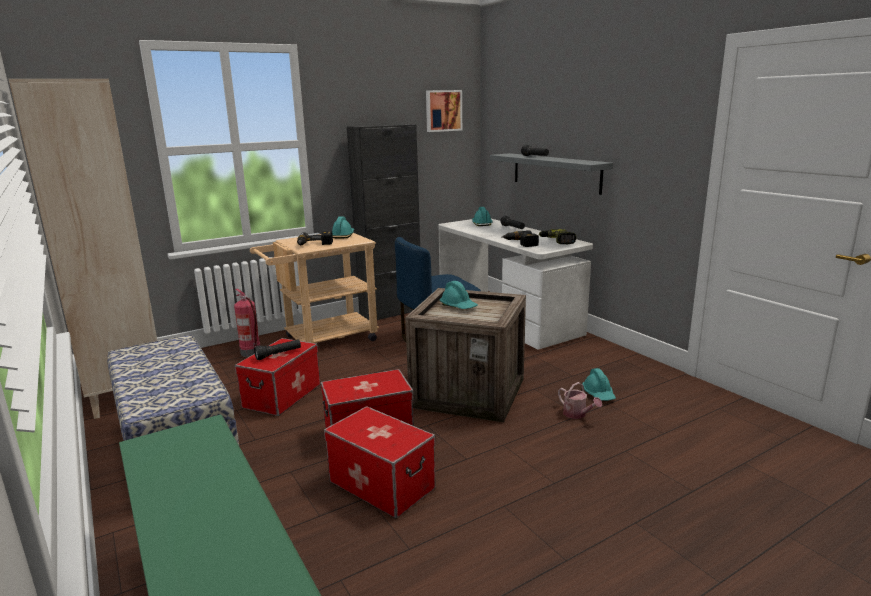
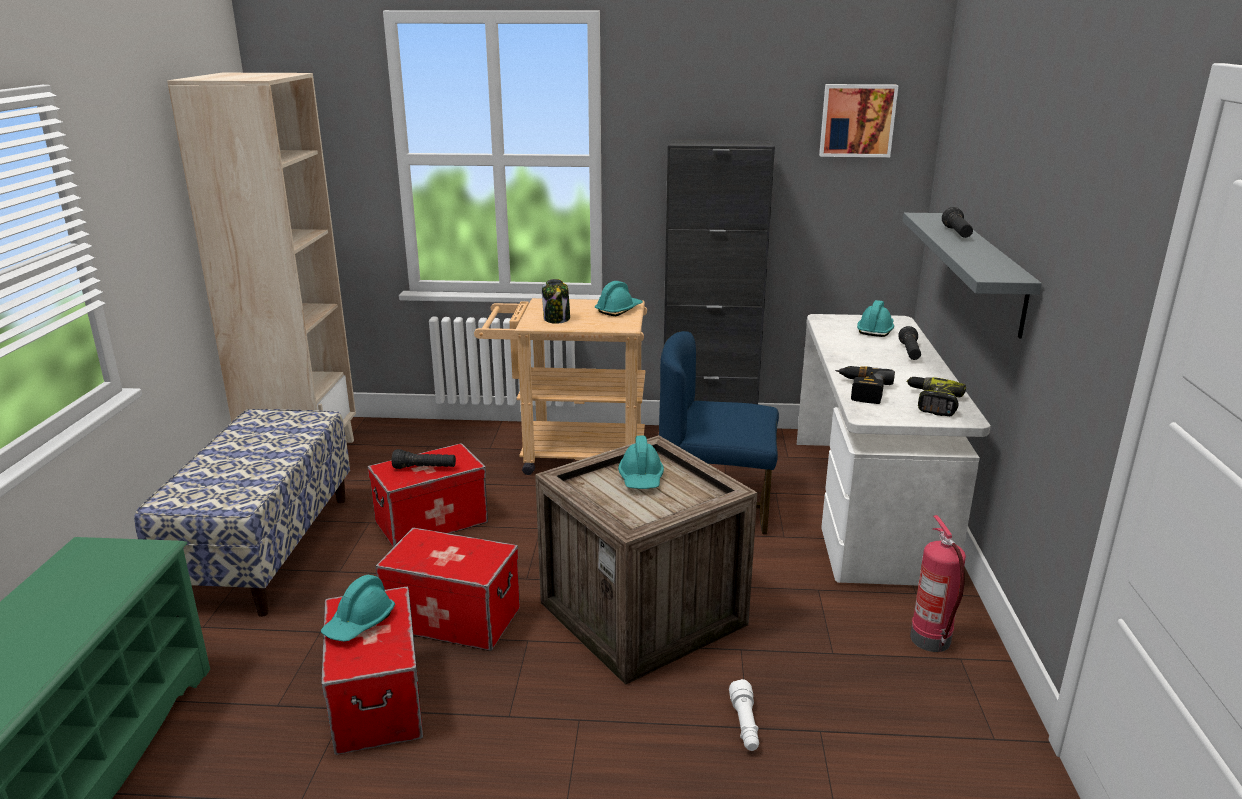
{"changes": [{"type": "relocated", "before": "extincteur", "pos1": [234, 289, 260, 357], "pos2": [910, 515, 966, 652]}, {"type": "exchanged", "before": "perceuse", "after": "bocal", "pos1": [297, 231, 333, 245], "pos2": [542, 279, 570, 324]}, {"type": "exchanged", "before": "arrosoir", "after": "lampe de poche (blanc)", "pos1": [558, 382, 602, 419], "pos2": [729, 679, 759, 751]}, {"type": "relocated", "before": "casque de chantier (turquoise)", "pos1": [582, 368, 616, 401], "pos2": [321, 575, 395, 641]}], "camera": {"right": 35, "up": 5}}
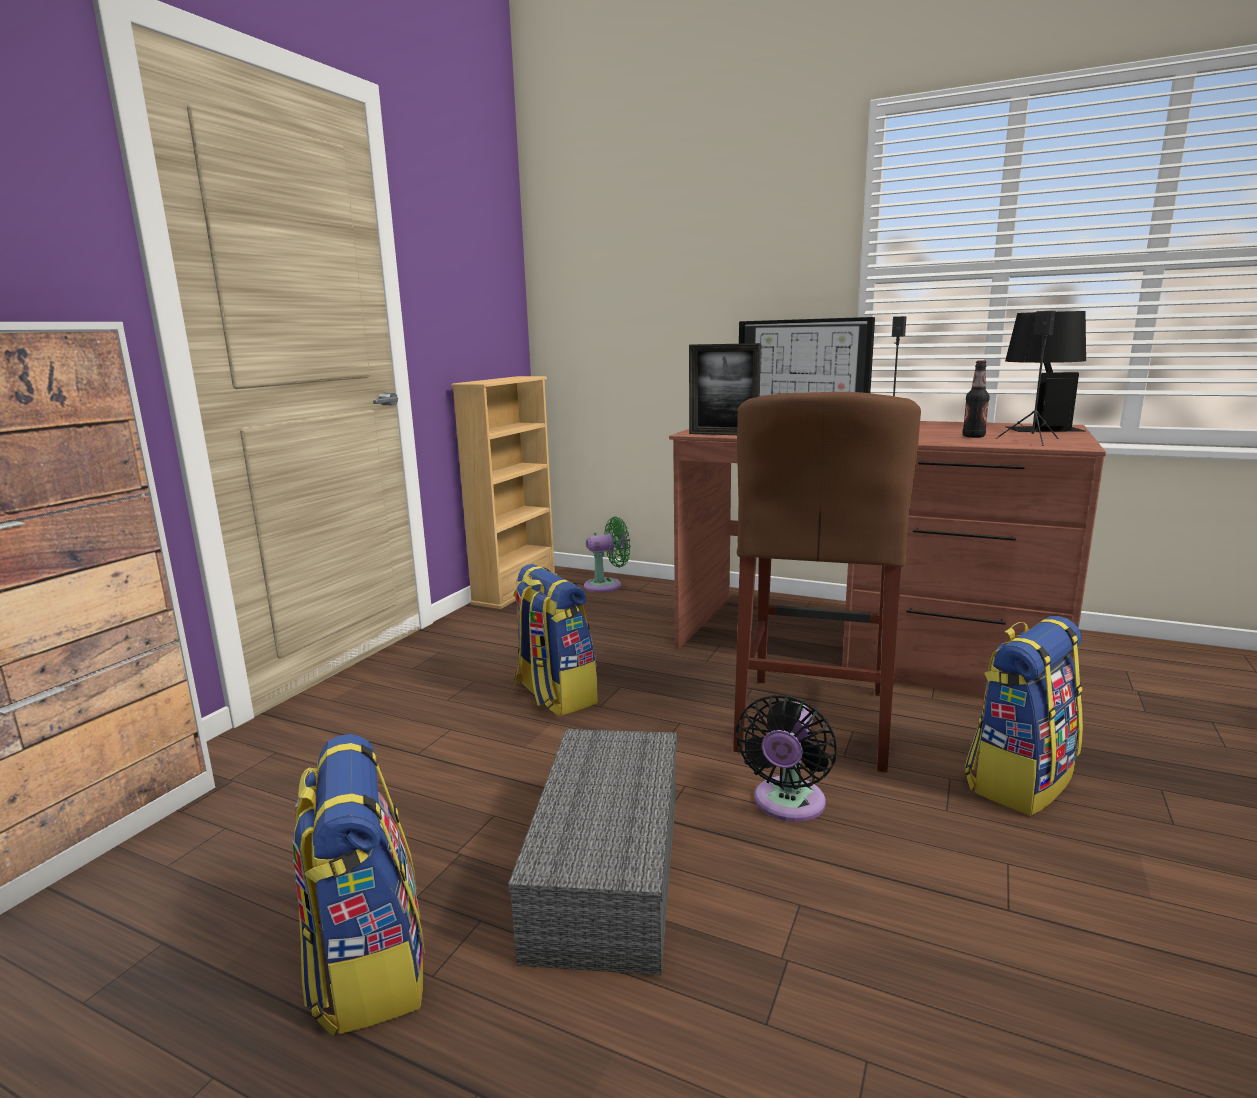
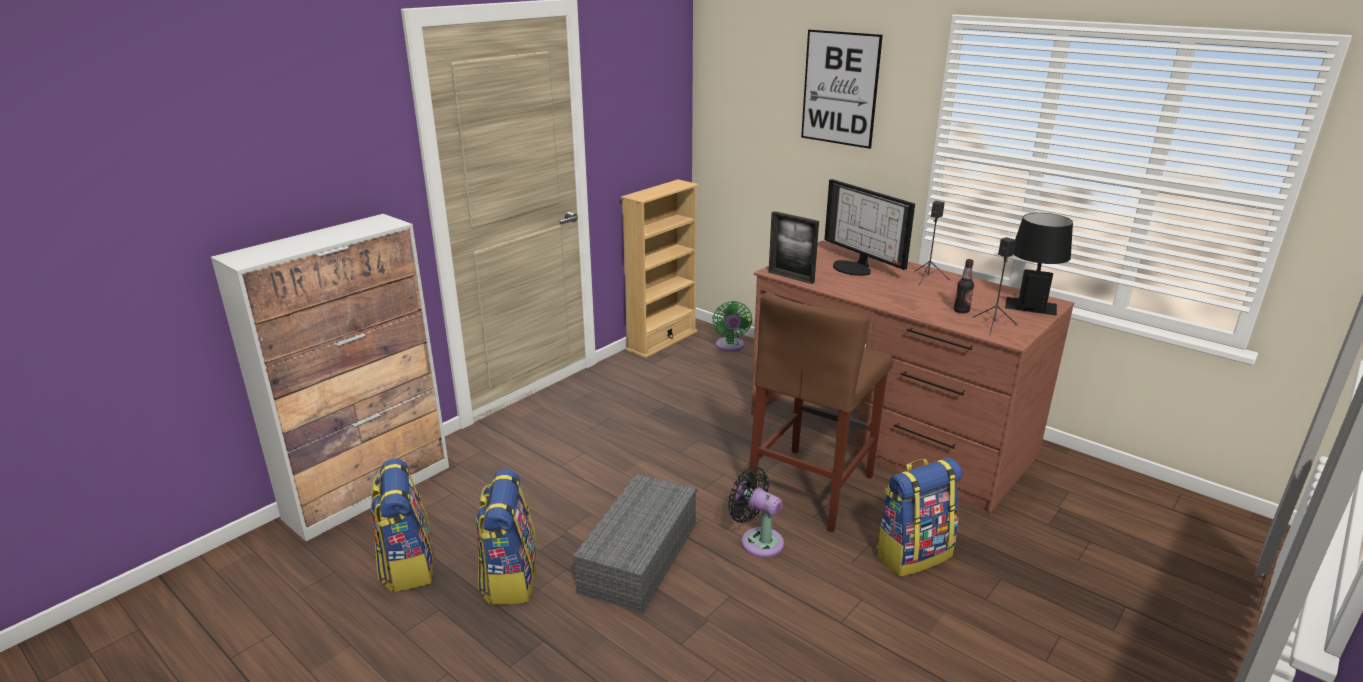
{"changes": [{"type": "relocated", "before": "sac à dos", "pos1": [513, 564, 598, 716], "pos2": [370, 459, 433, 592]}, {"type": "spun", "before": "ventilateur (vert)", "pos1": [584, 516, 630, 593], "pos2": [712, 301, 752, 352], "turn": 90}, {"type": "spun", "before": "ventilateur (noir)", "pos1": [736, 694, 837, 822], "pos2": [728, 467, 784, 558], "turn": 90}, {"type": "appeared", "after": "tableau", "pos2": [801, 29, 883, 149]}], "camera": {"right": 15, "up": 10}}
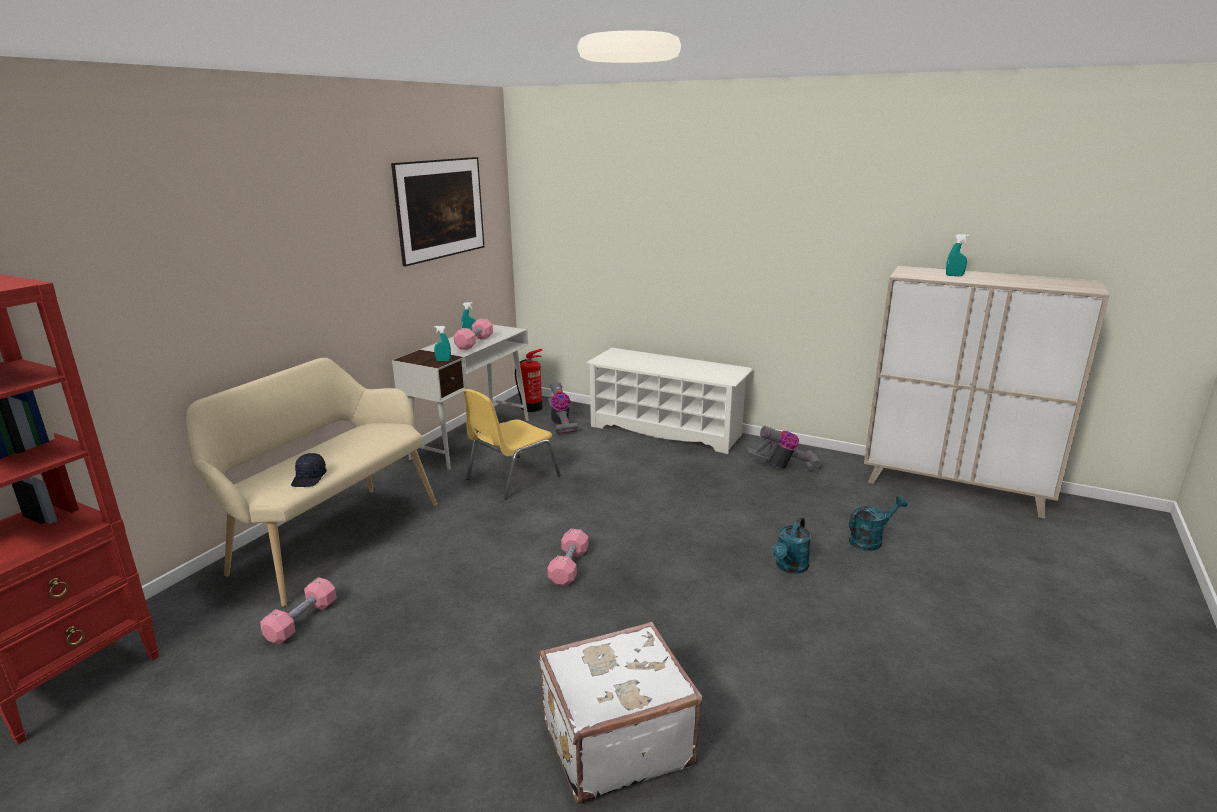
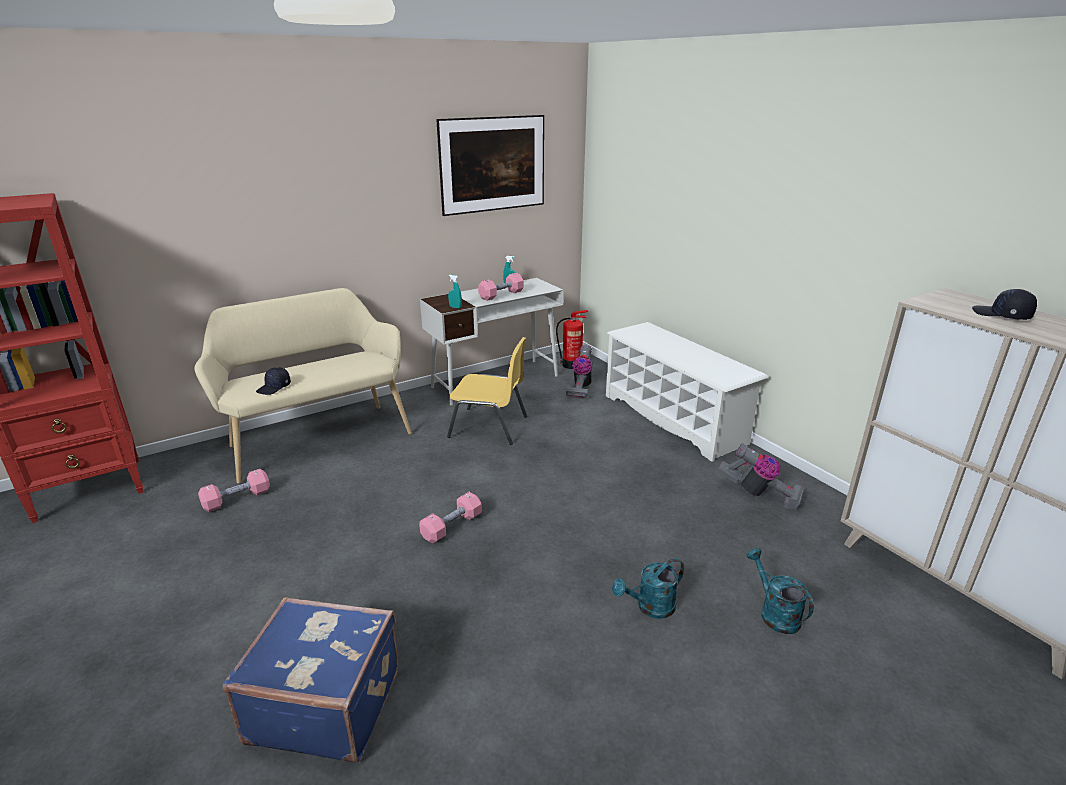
{"changes": [{"type": "spun", "before": "chaise (jaune)", "pos1": [463, 389, 561, 499], "pos2": [447, 337, 527, 445], "turn": -150}, {"type": "colour", "before": "valise (blanc)", "after": "valise (bleu)", "pos1": [539, 622, 702, 804], "pos2": [223, 597, 398, 763]}, {"type": "spun", "before": "arrosoir (turquoise)", "pos1": [849, 495, 908, 551], "pos2": [747, 548, 814, 634], "turn": -120}, {"type": "exchanged", "before": "vaporisateur (turquoise)", "after": "casquette (noir)", "pos1": [946, 234, 969, 276], "pos2": [972, 289, 1037, 320]}], "camera": {"right": 30, "up": 5}}
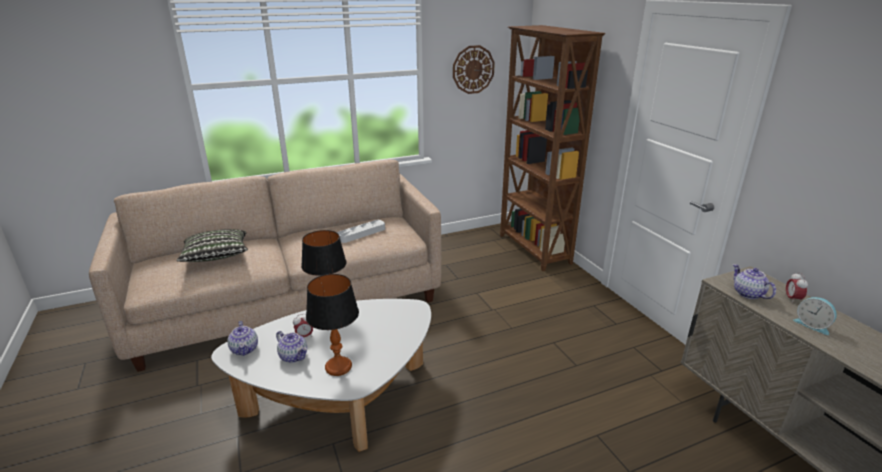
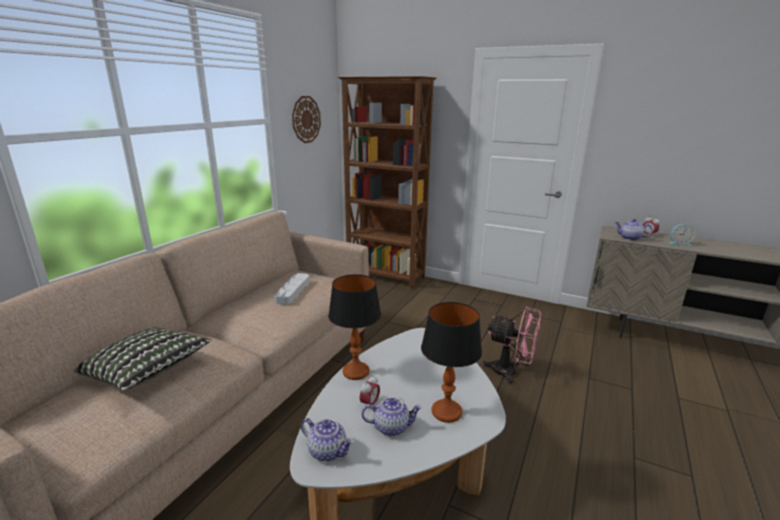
{"changes": [{"type": "appeared", "after": "ventilateur (rose)", "pos2": [482, 306, 541, 384]}], "camera": {"right": -40, "up": -5}}
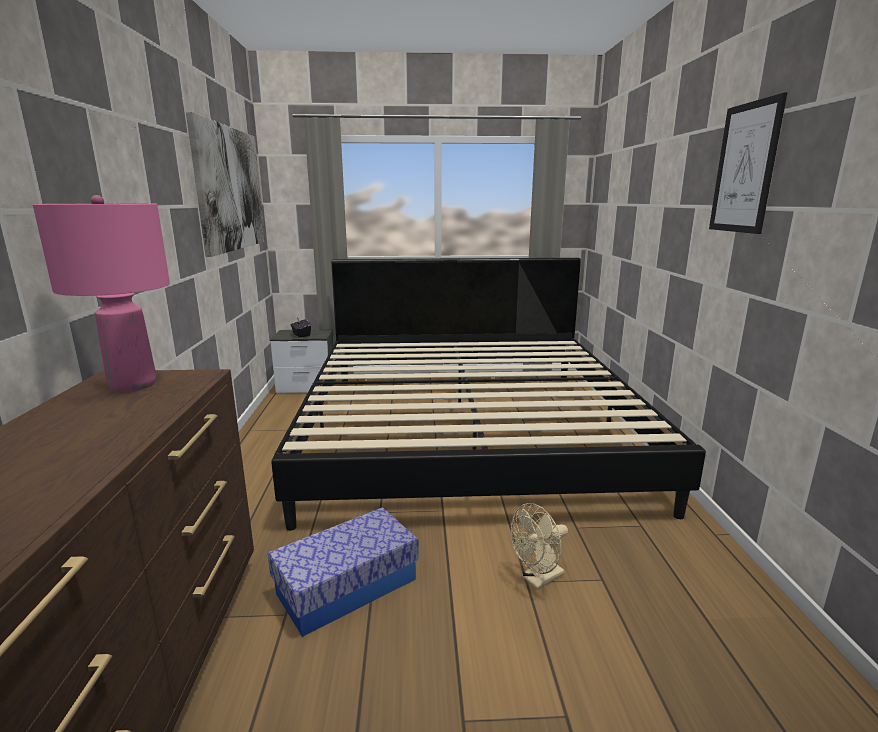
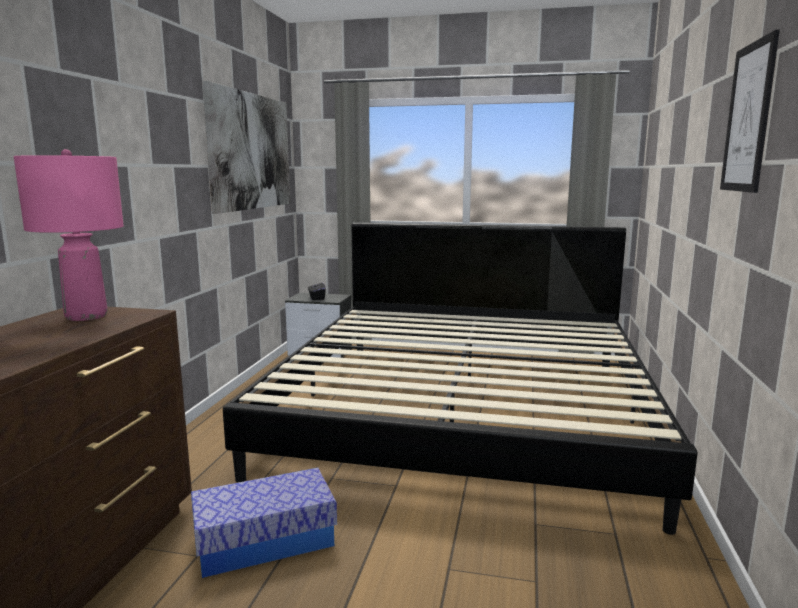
{"changes": [{"type": "missing", "before": "ventilateur (beige)", "pos1": [511, 503, 568, 589]}], "camera": {"right": 15, "up": -5}}
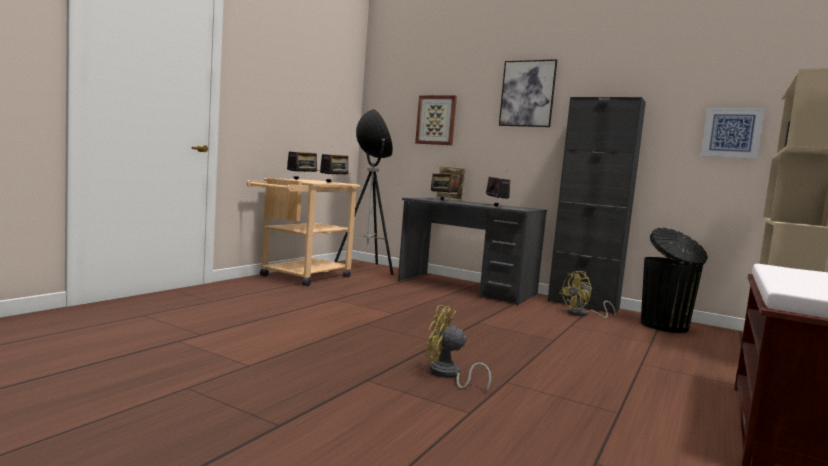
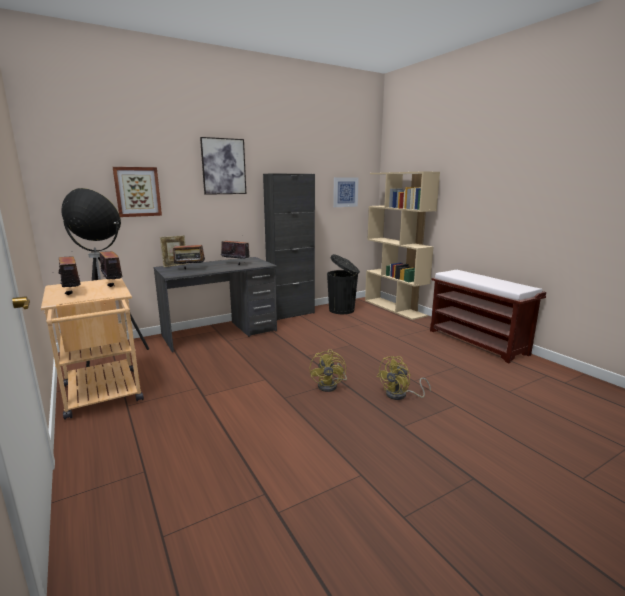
{"changes": [{"type": "relocated", "before": "ventilateur (jaune)", "pos1": [559, 271, 616, 318], "pos2": [310, 349, 347, 392]}], "camera": {"right": -60, "up": 10}}
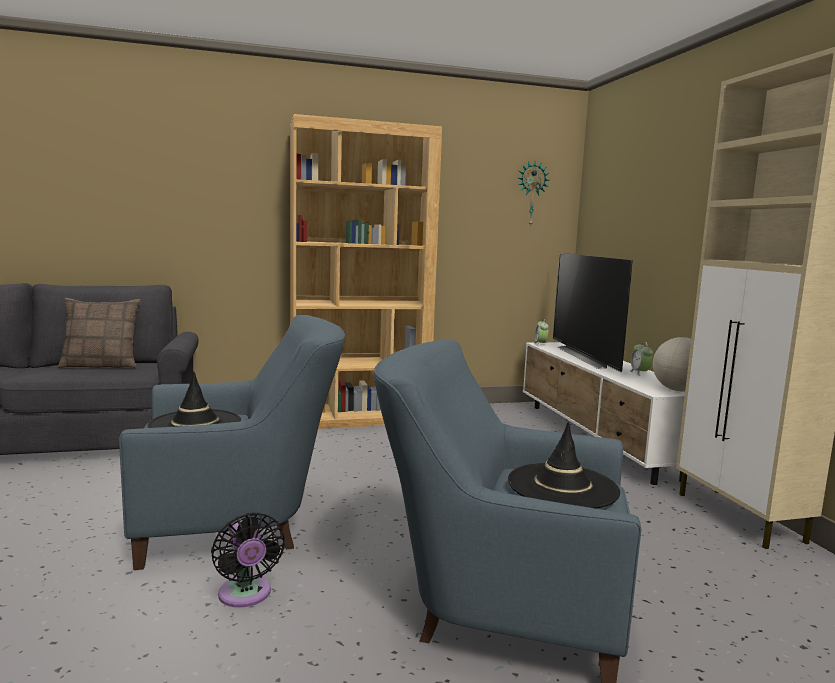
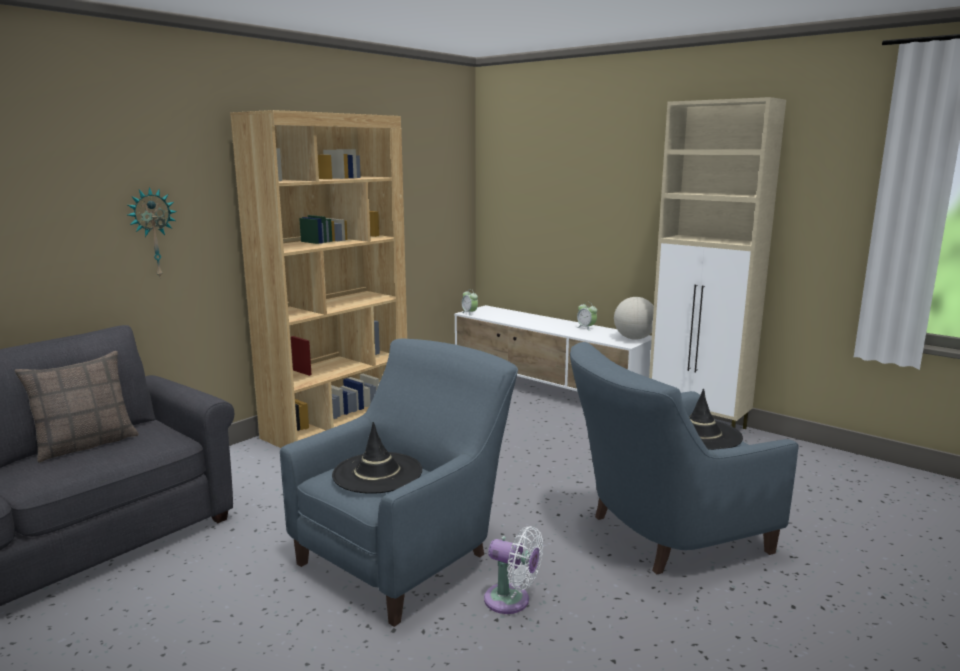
{"changes": [{"type": "colour", "before": "ventilateur (noir)", "after": "ventilateur (blanc)", "pos1": [211, 512, 285, 608], "pos2": [484, 526, 543, 614]}, {"type": "relocated", "before": "horloge murale", "pos1": [518, 161, 549, 227], "pos2": [127, 187, 177, 279]}, {"type": "missing", "before": "téléviseur", "pos1": [553, 253, 633, 372]}], "camera": {"right": -35, "up": 5}}
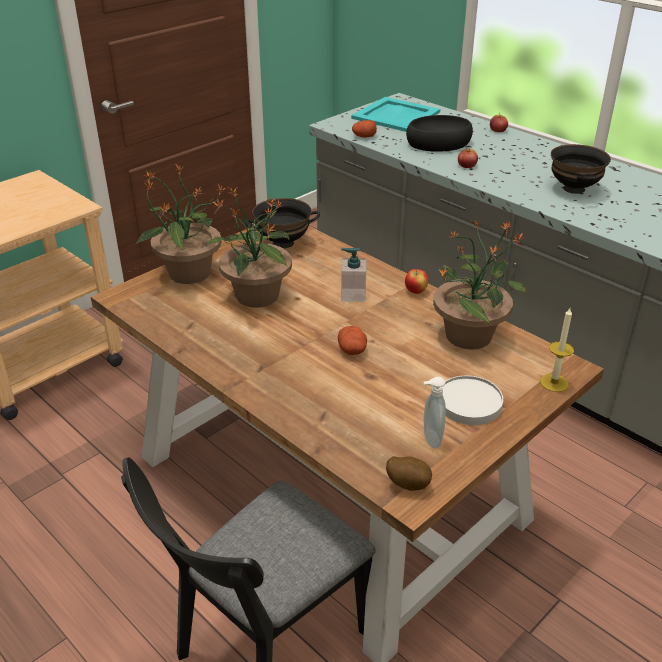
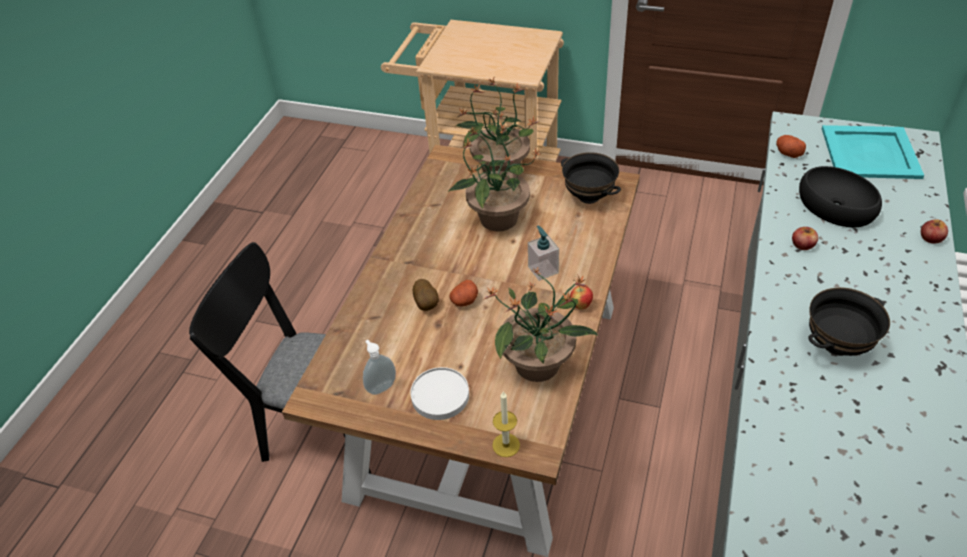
{"changes": [{"type": "relocated", "before": "pomme de terre", "pos1": [386, 456, 432, 491], "pos2": [412, 279, 439, 311]}], "camera": {"right": 65, "up": 10}}
